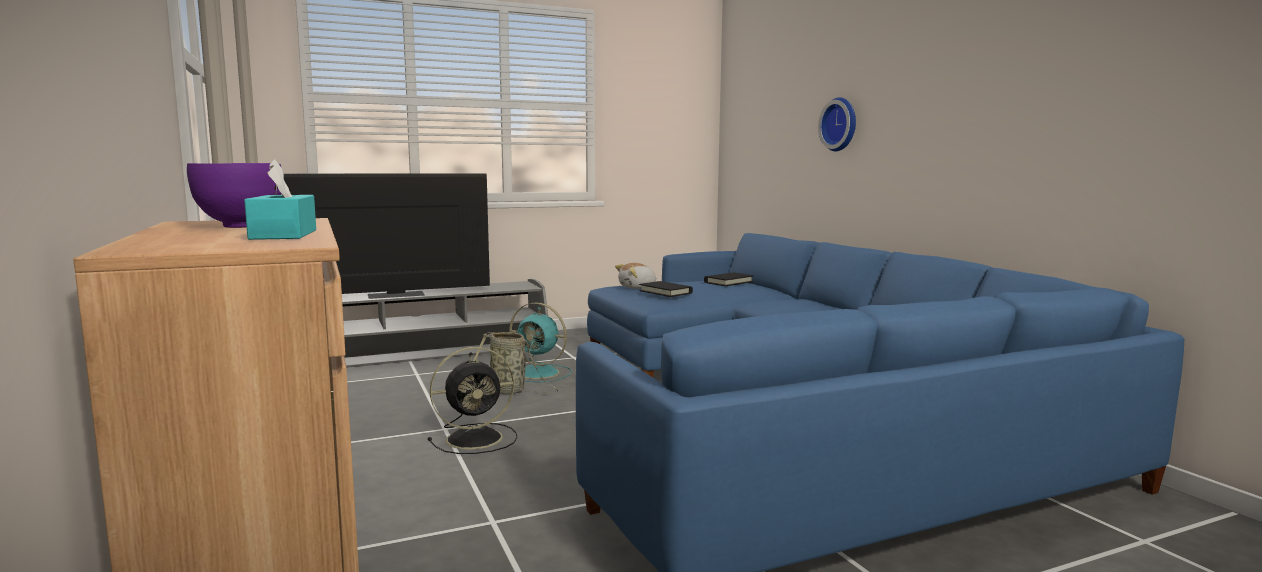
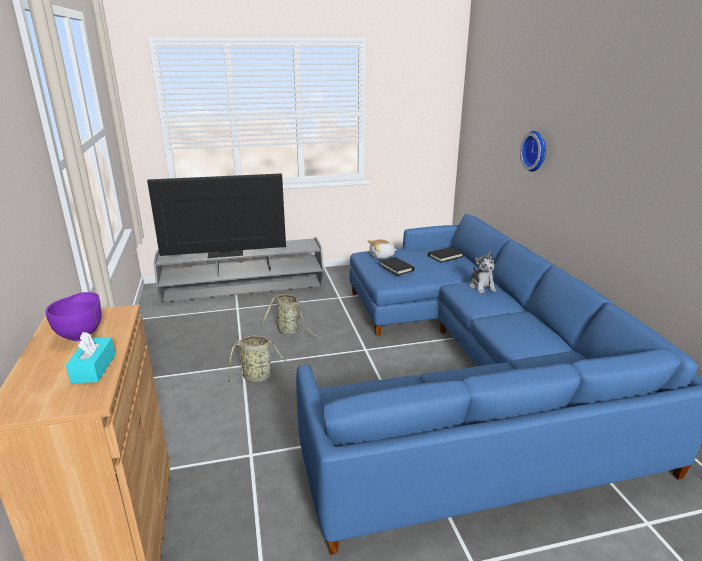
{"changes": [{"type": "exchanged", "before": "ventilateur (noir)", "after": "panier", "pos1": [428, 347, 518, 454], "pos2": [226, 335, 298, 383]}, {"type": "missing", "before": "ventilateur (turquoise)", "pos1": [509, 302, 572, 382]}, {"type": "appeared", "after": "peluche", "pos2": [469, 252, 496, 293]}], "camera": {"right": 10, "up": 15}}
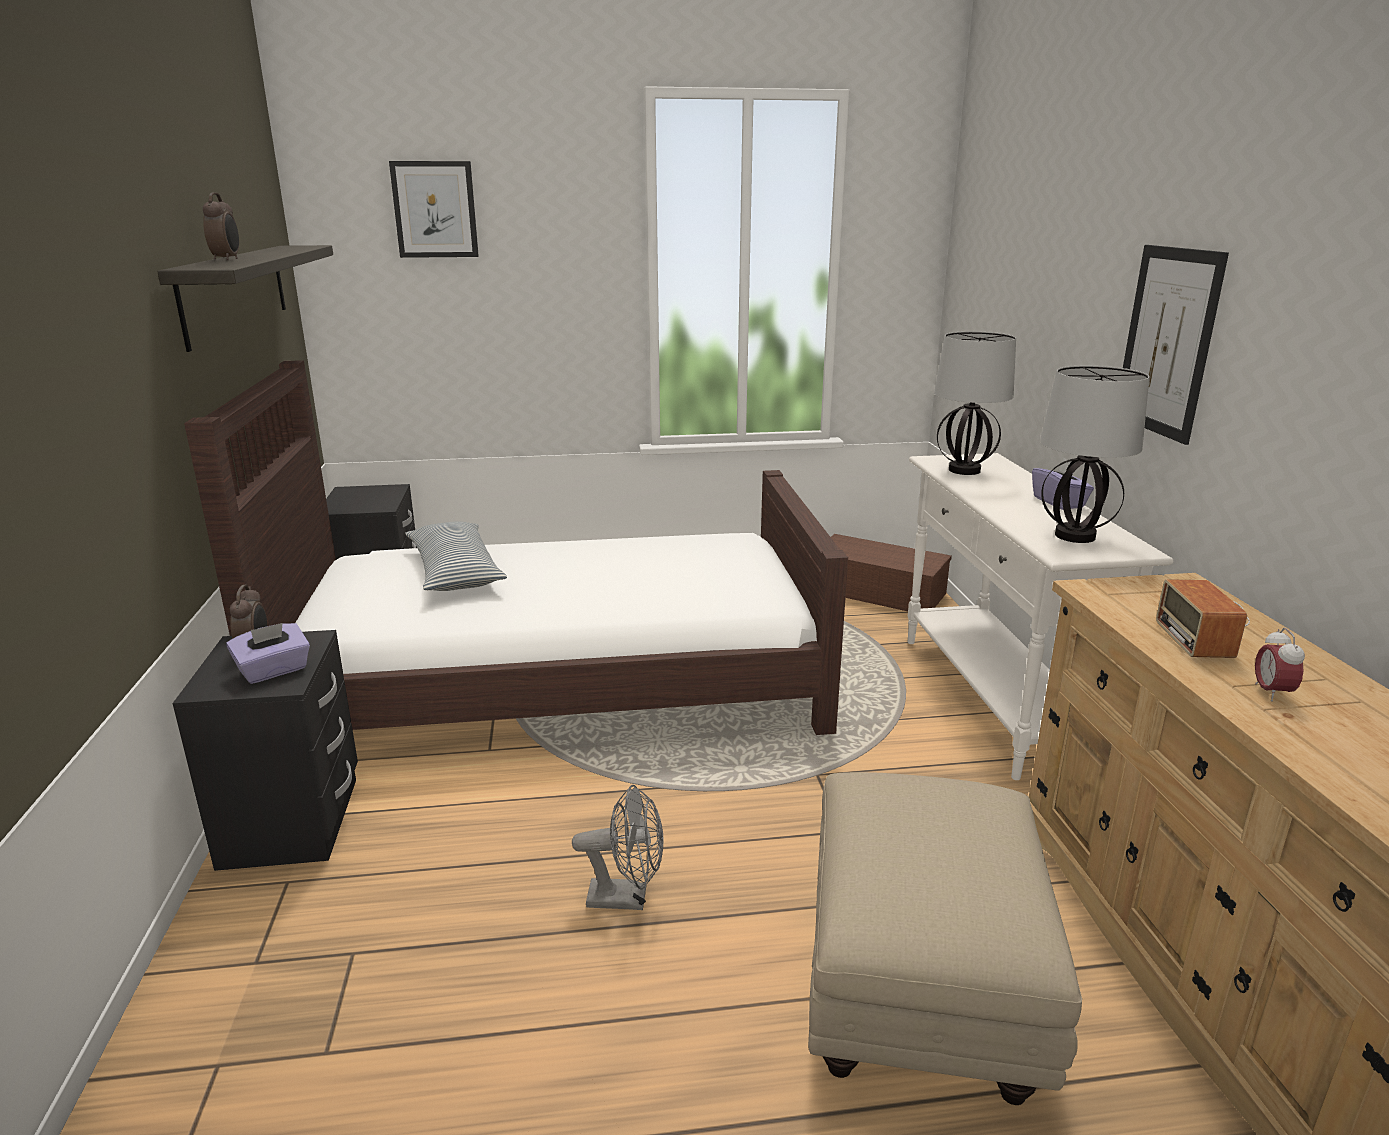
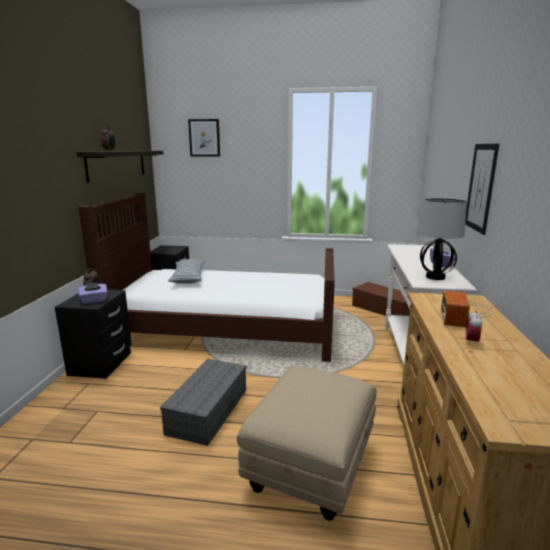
{"changes": [{"type": "exchanged", "before": "ventilateur (gris)", "after": "boîte de rangement (gris)", "pos1": [572, 785, 663, 910], "pos2": [160, 359, 246, 446]}, {"type": "missing", "before": "lampe de table", "pos1": [934, 331, 1016, 475]}], "camera": {"right": 15, "up": -5}}
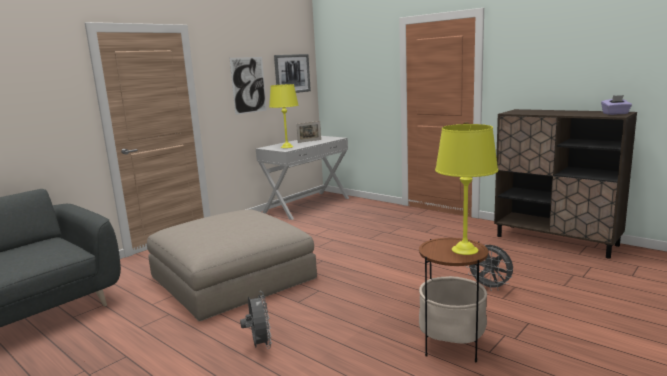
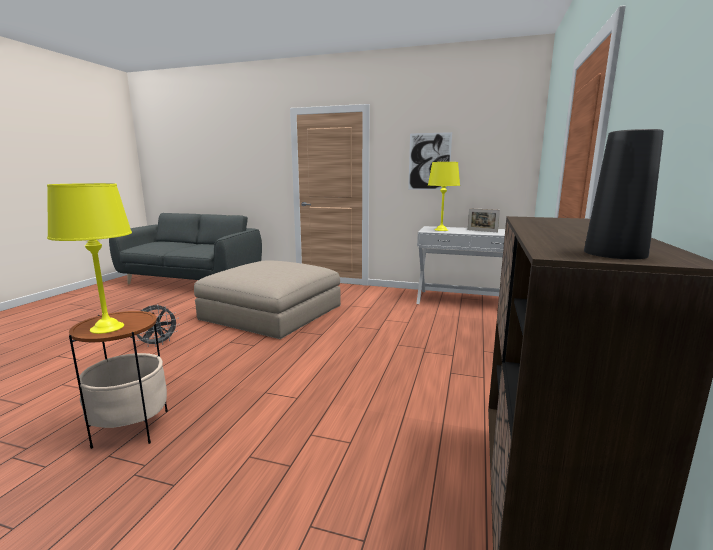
{"changes": [{"type": "missing", "before": "tableau", "pos1": [274, 54, 311, 93]}, {"type": "missing", "before": "ventilateur (gris)", "pos1": [466, 245, 513, 291]}, {"type": "exchanged", "before": "boîte à mouchoirs (violet)", "after": "vase (noir)", "pos1": [601, 95, 632, 115], "pos2": [584, 129, 664, 259]}], "camera": {"right": 65, "up": 0}}
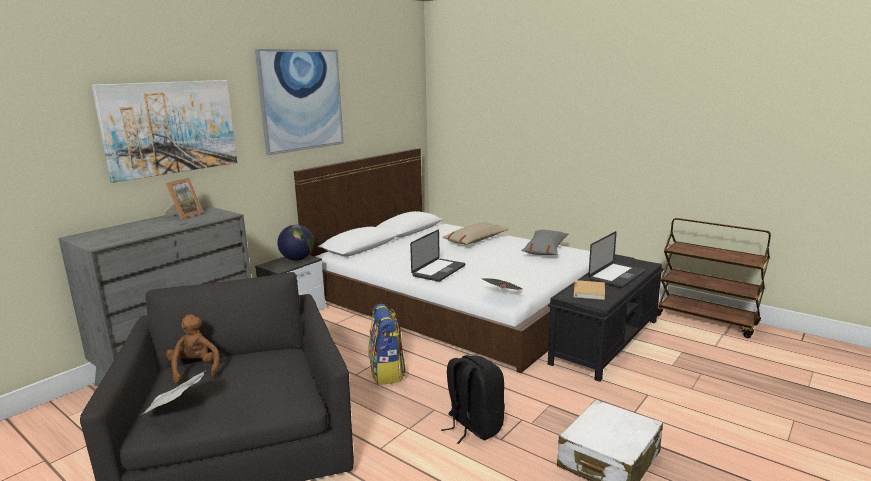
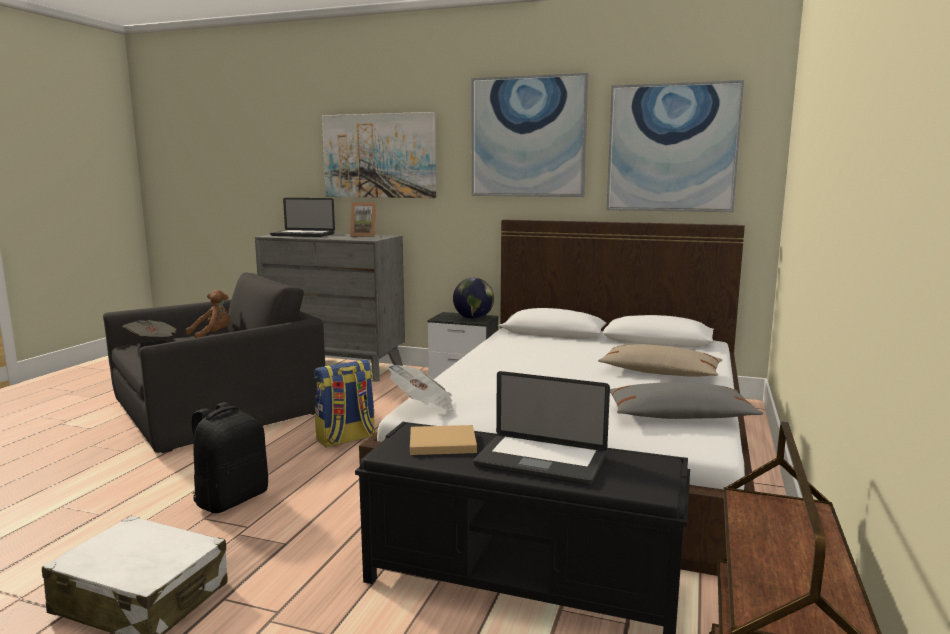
{"changes": [{"type": "relocated", "before": "ordinateur portable", "pos1": [410, 229, 465, 282], "pos2": [270, 198, 335, 237]}, {"type": "appeared", "after": "tableau", "pos2": [606, 80, 744, 212]}], "camera": {"right": 70, "up": -5}}
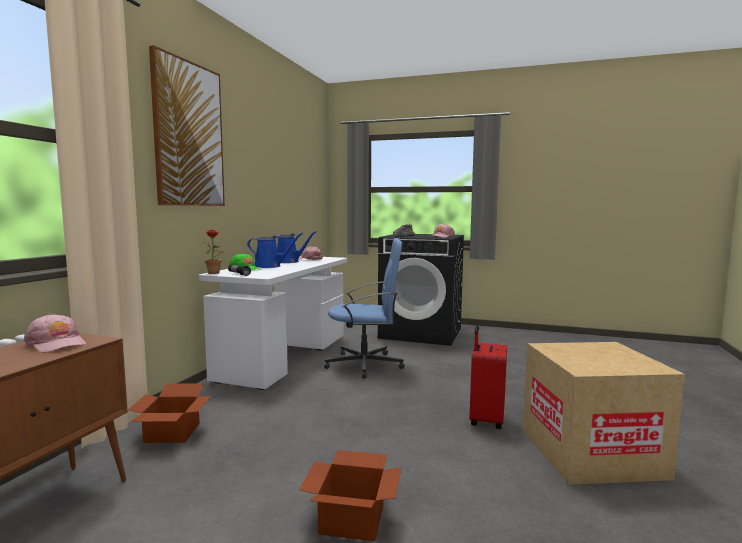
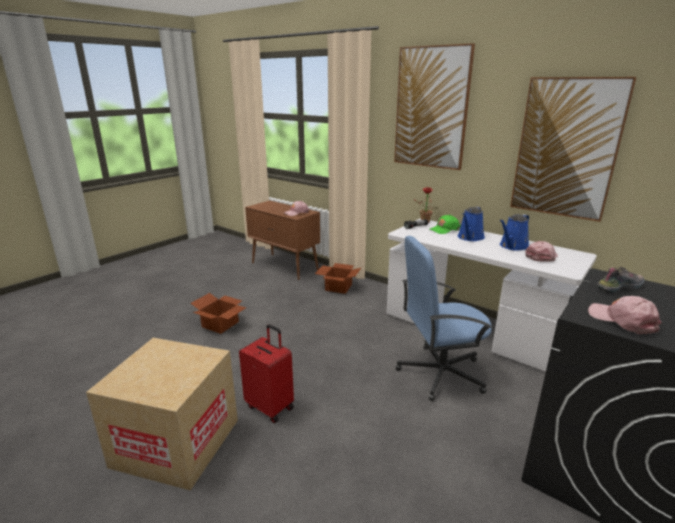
{"changes": [{"type": "spun", "before": "chaise de bureau (bleu)", "pos1": [324, 238, 405, 379], "pos2": [396, 236, 492, 401], "turn": 60}, {"type": "appeared", "after": "tableau", "pos2": [510, 77, 636, 222]}], "camera": {"right": 110, "up": 15}}
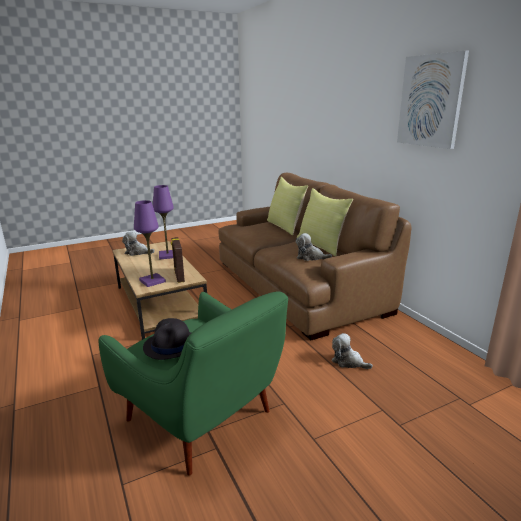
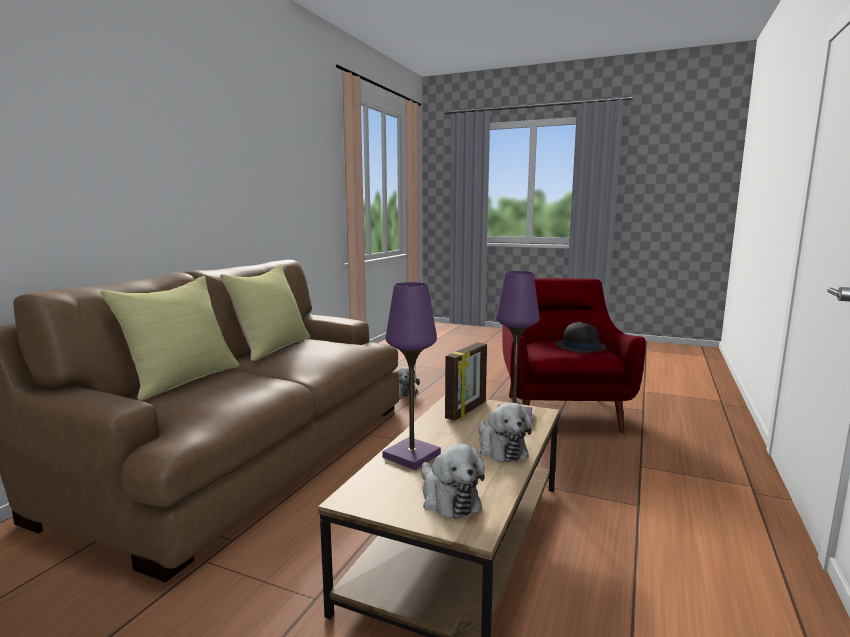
{"changes": [{"type": "colour", "before": "fauteuil (vert)", "after": "fauteuil (rouge)", "pos1": [98, 291, 288, 475], "pos2": [502, 278, 646, 433]}, {"type": "relocated", "before": "peluche", "pos1": [296, 233, 332, 261], "pos2": [479, 403, 532, 462]}, {"type": "missing", "before": "tableau", "pos1": [397, 50, 469, 149]}], "camera": {"right": -130, "up": -10}}
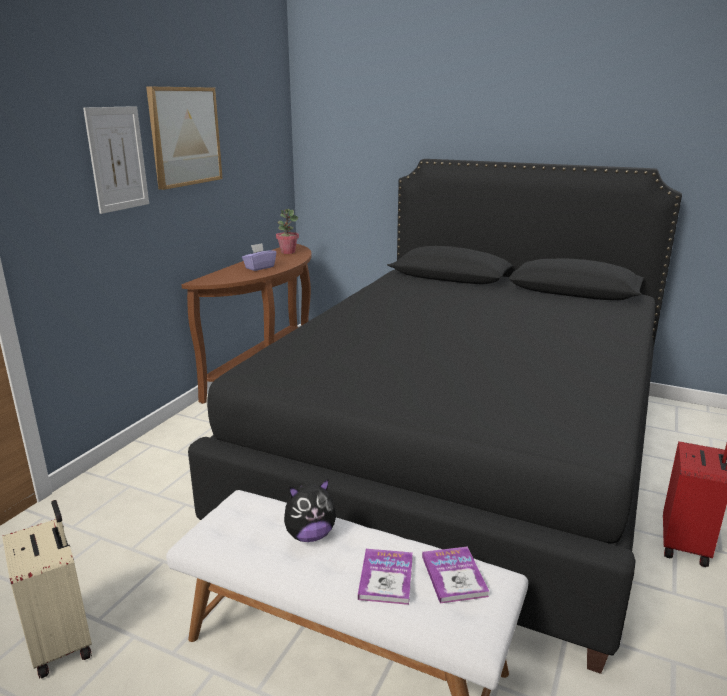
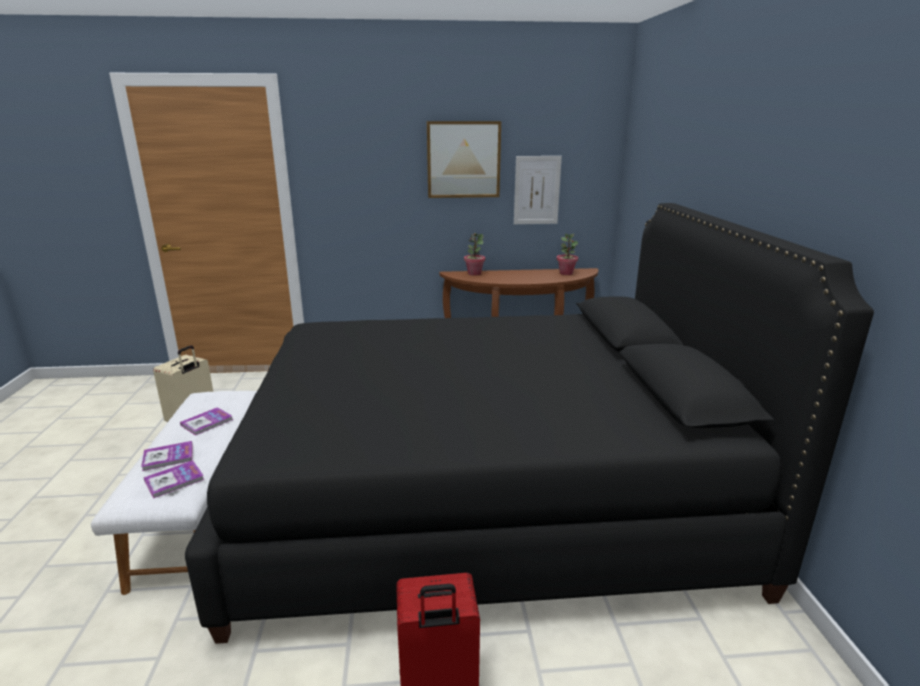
{"changes": [{"type": "relocated", "before": "tableau", "pos1": [83, 106, 149, 214], "pos2": [514, 156, 562, 224]}, {"type": "missing", "before": "boîte à mouchoirs (violet)", "pos1": [242, 243, 276, 271]}, {"type": "exchanged", "before": "peluche", "after": "livre", "pos1": [284, 479, 336, 542], "pos2": [180, 407, 233, 436]}, {"type": "appeared", "after": "plante en pot", "pos2": [464, 233, 485, 276]}], "camera": {"right": 60, "up": 0}}
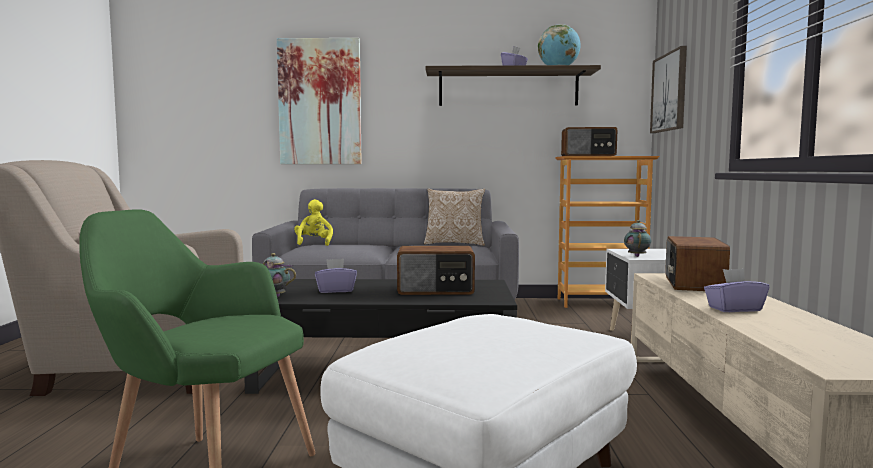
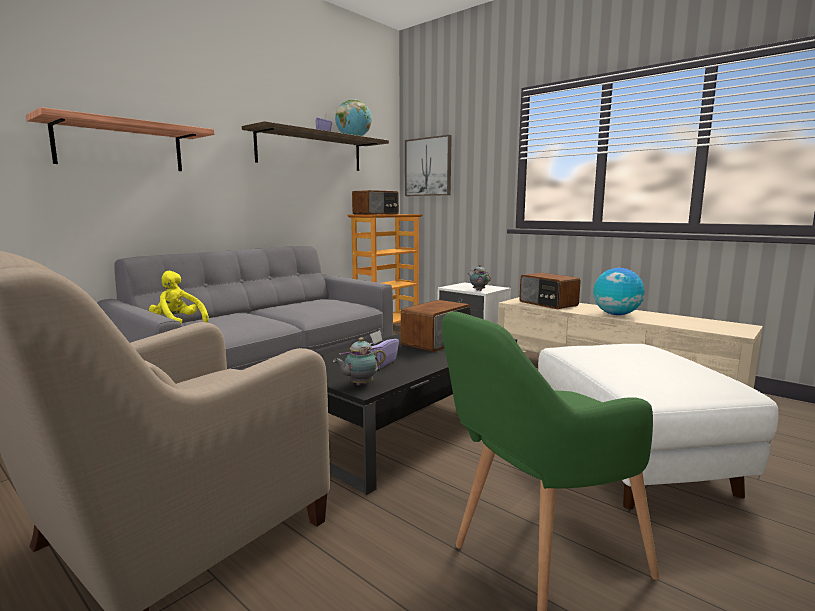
{"changes": [{"type": "exchanged", "before": "tableau", "after": "étagère", "pos1": [277, 38, 362, 164], "pos2": [26, 107, 214, 171]}, {"type": "missing", "before": "coussin", "pos1": [424, 188, 485, 246]}, {"type": "exchanged", "before": "boîte à mouchoirs (violet)", "after": "globe", "pos1": [704, 269, 770, 312], "pos2": [593, 268, 644, 315]}], "camera": {"right": -50, "up": 5}}
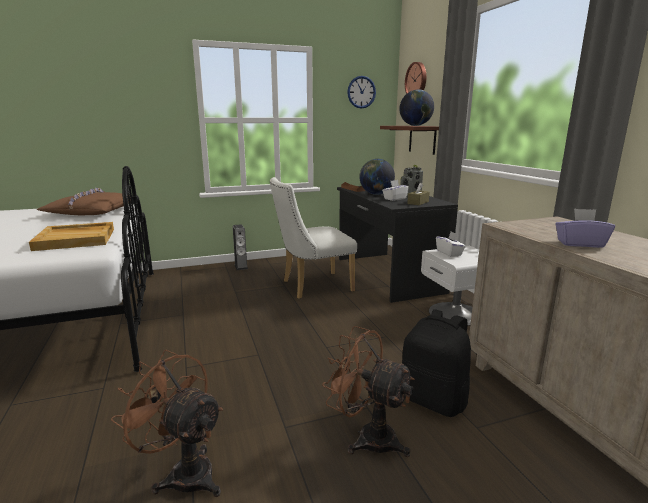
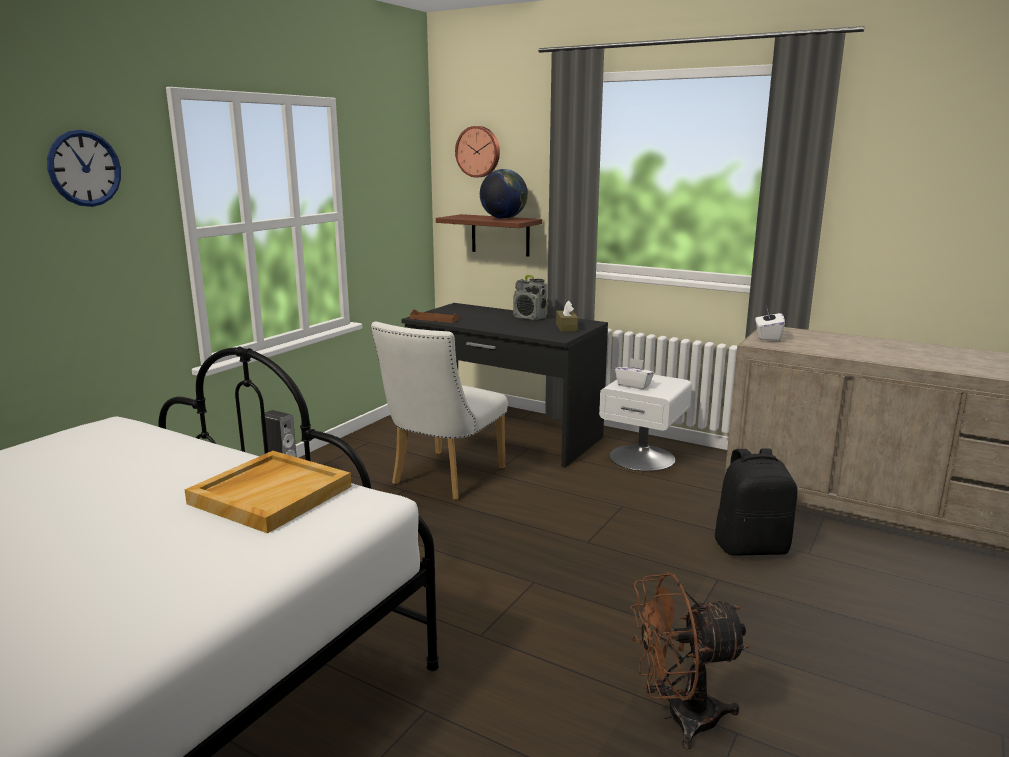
{"changes": [{"type": "missing", "before": "coussin (marron)", "pos1": [36, 188, 131, 215]}, {"type": "missing", "before": "ventilateur (marron)", "pos1": [322, 326, 415, 457]}, {"type": "relocated", "before": "horloge murale", "pos1": [347, 76, 376, 109], "pos2": [47, 130, 121, 207]}, {"type": "missing", "before": "globe", "pos1": [359, 159, 395, 195]}, {"type": "relocated", "before": "boîte à mouchoirs (blanc)", "pos1": [382, 180, 409, 201], "pos2": [755, 309, 785, 341]}, {"type": "missing", "before": "boîte à mouchoirs (violet)", "pos1": [555, 208, 615, 248]}], "camera": {"right": -40, "up": 0}}
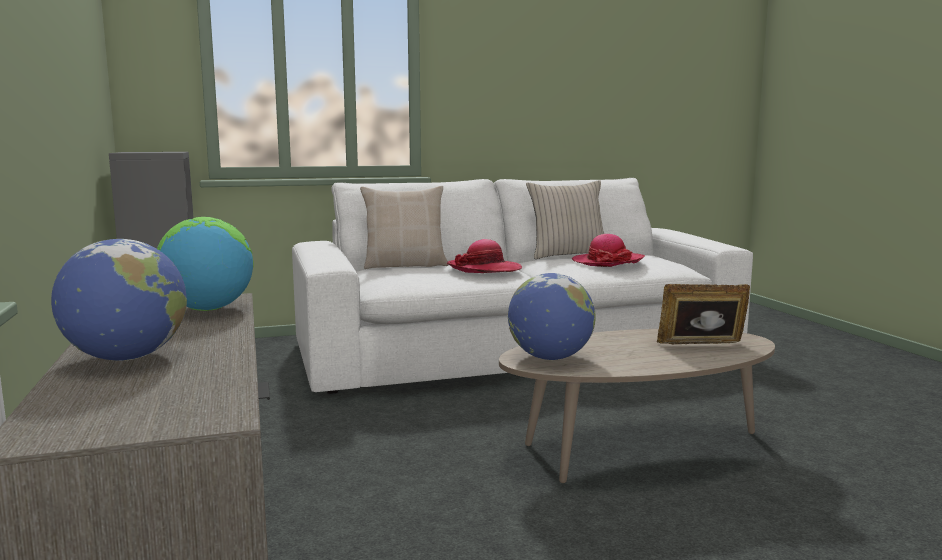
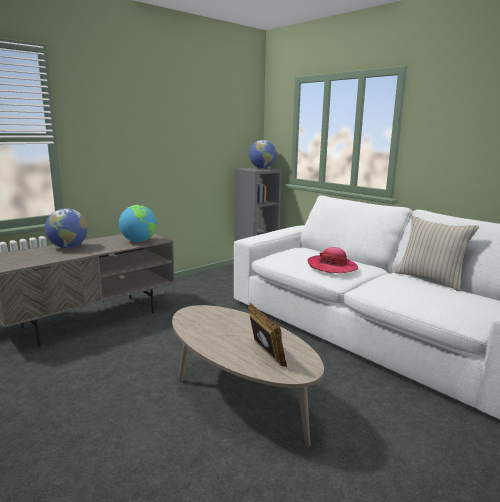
{"changes": [{"type": "missing", "before": "coussin (beige)", "pos1": [360, 186, 448, 269]}, {"type": "relocated", "before": "globe", "pos1": [508, 273, 596, 360], "pos2": [249, 140, 277, 168]}, {"type": "missing", "before": "chapeau", "pos1": [571, 234, 645, 267]}], "camera": {"right": 65, "up": 5}}
